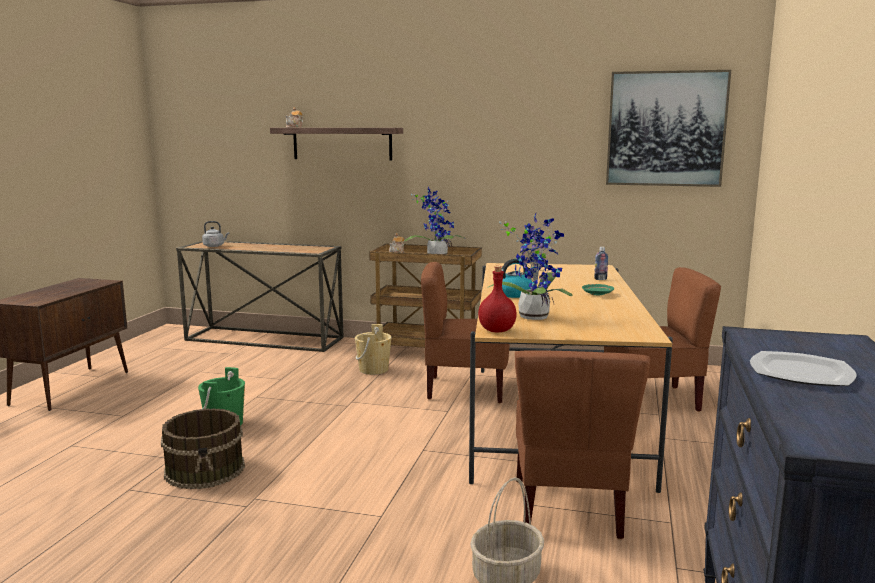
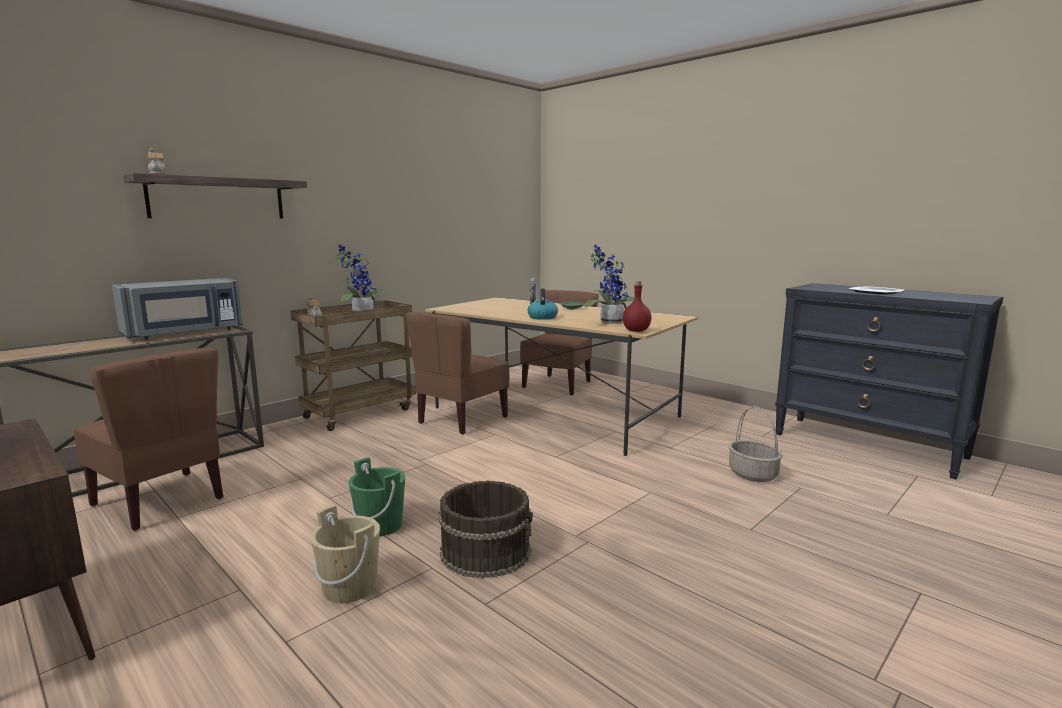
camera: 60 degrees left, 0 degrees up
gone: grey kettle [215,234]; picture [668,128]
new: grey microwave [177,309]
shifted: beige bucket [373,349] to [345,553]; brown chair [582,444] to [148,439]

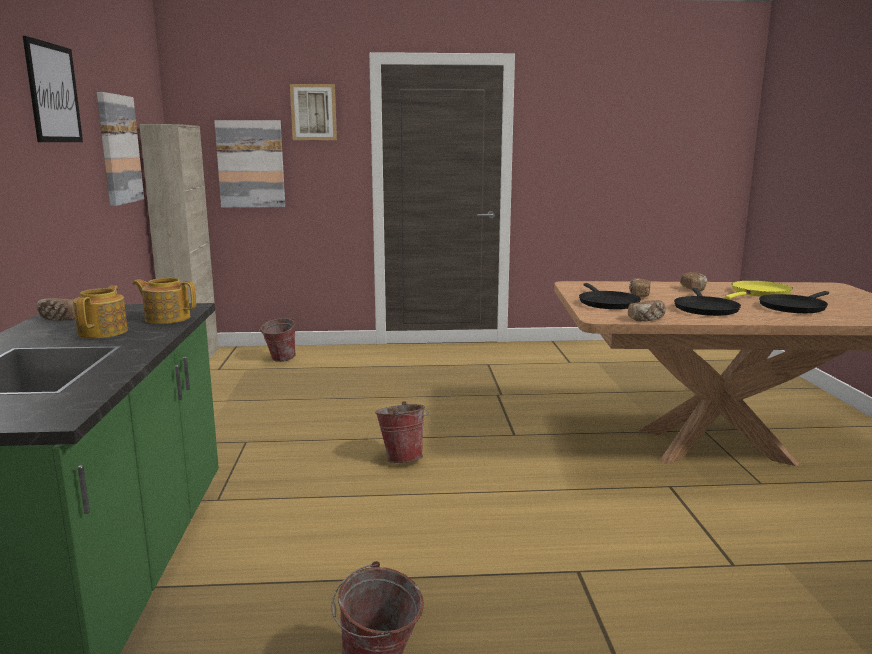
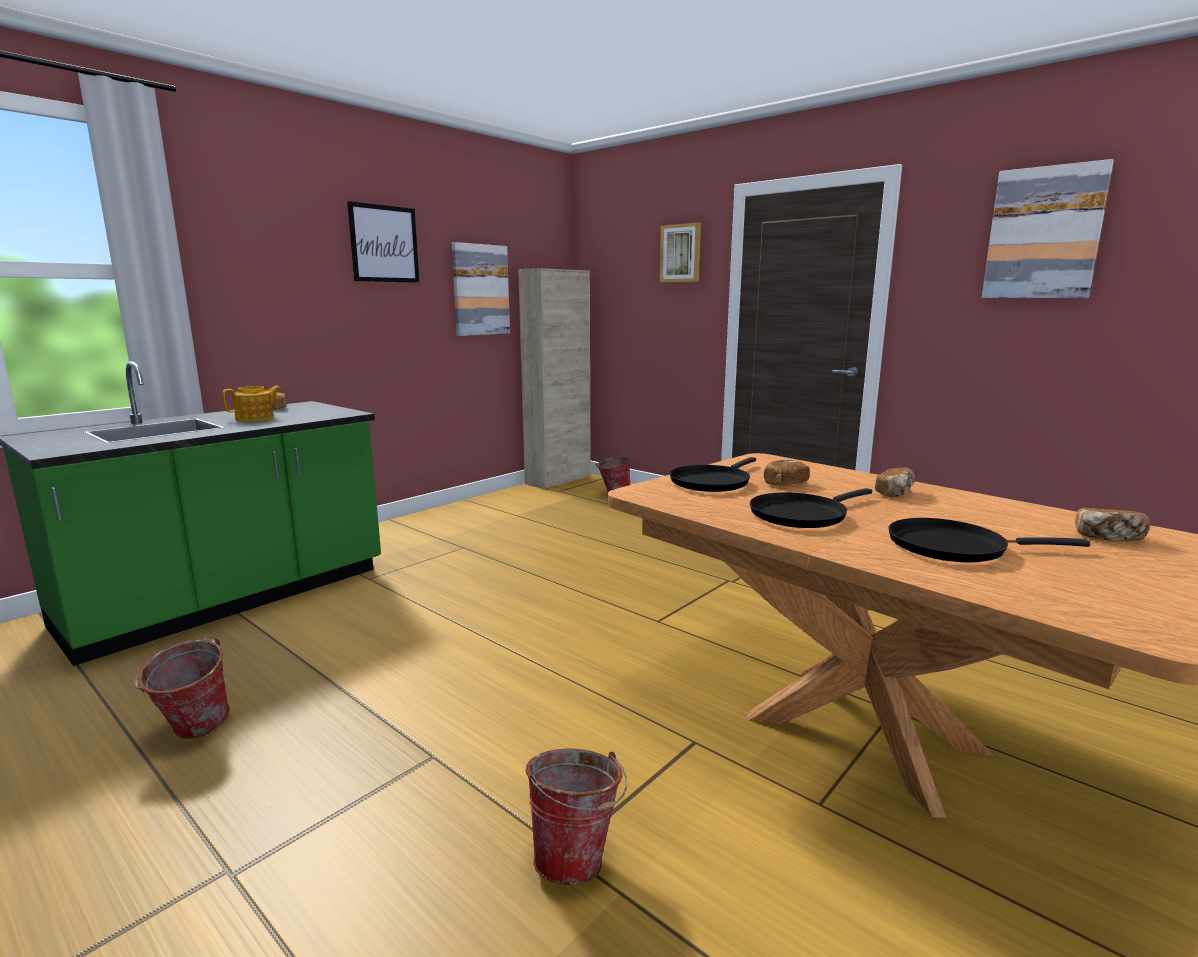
camera: 45 degrees right, 0 degrees up
gone: teapot [164,301]; yellow frying pan [759,290]
shifted: picture [249,164] to [1048,228]; bucket [402,432] to [576,816]; bread [646,311] to [1112,524]

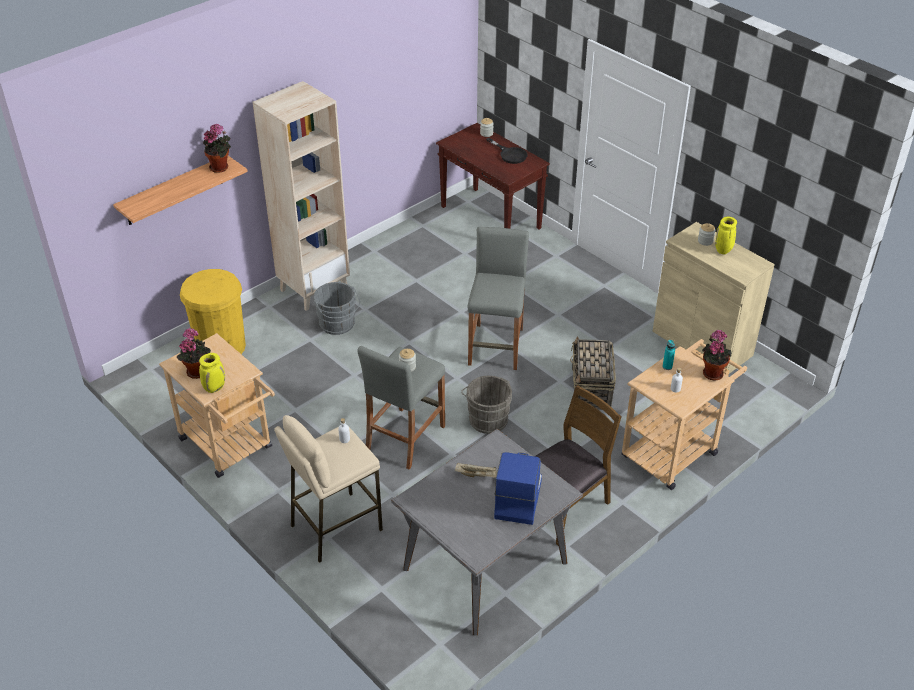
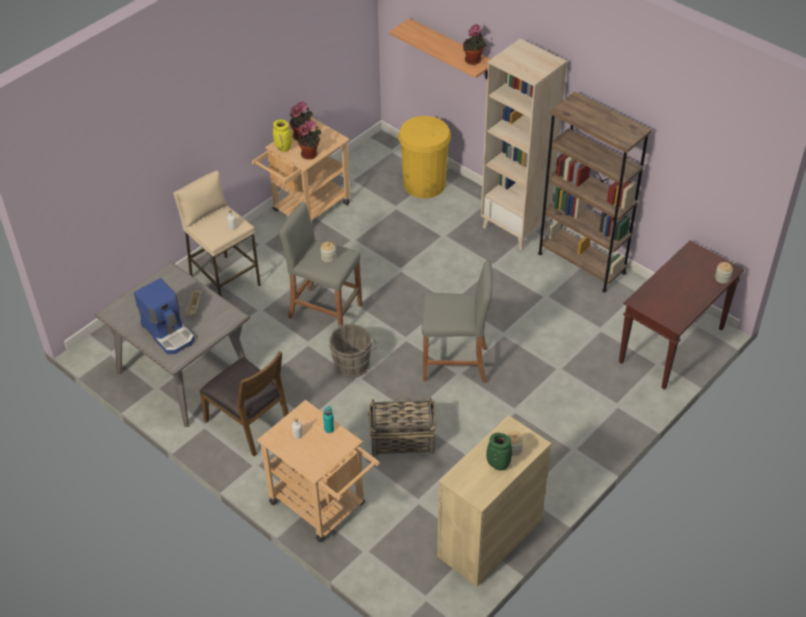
camera: 85 degrees right, 5 degrees up
gone: grey bucket [337,308]; black frying pan [507,151]
new: brown bookcase [595,192]
shifted: potted plant [717,355] to [309,140]
repainted: yellow vase [726,235] to green vase [499,452]
rotated: coffee machine [518,488] = [164,316] 45 degrees clockwise

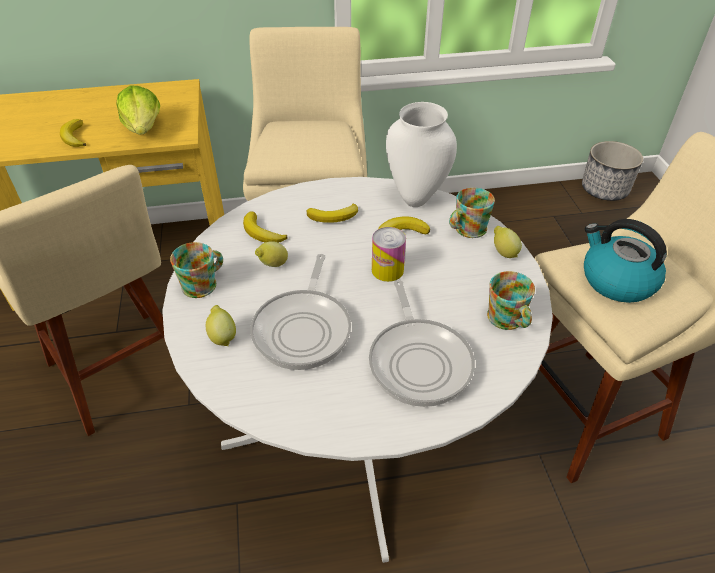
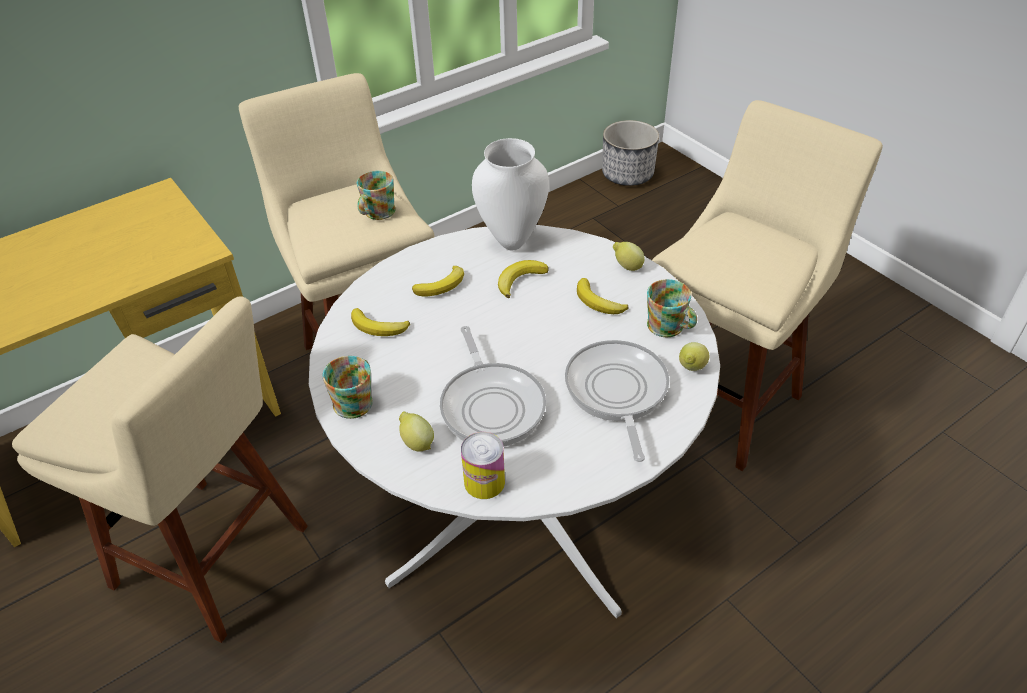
camera: 25 degrees left, 0 degrees up
gone: lettuce [138,110]; kettle [625,261]
shifted: banana [73,133] to [603,296]; lemon [271,254] to [694,356]; can [389,254] to [483,465]; mug [472,213] to [376,195]
rotated: frying pan [422,343] = [617,401] 150 degrees counterclockwise

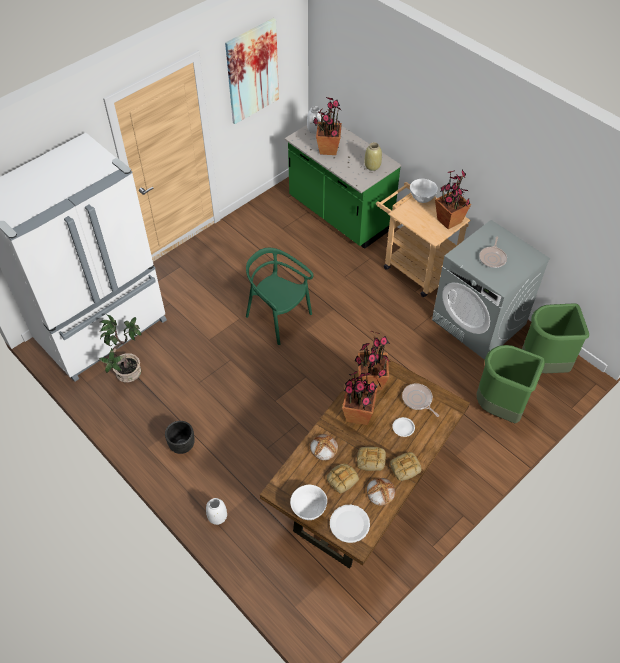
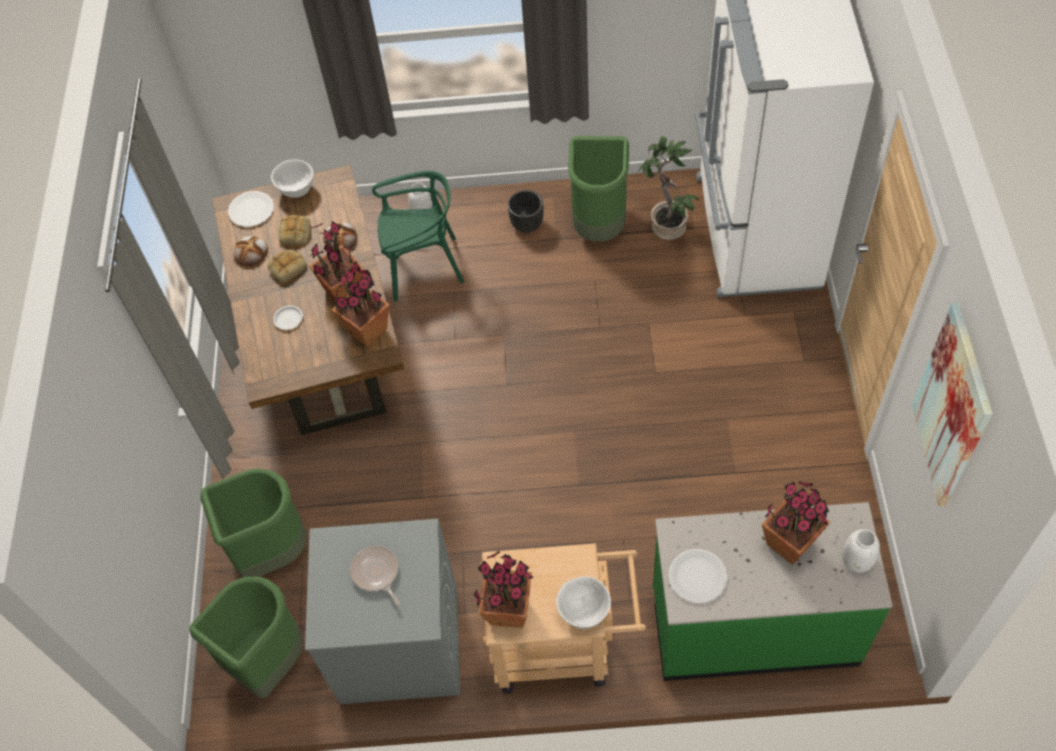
camera: 135 degrees right, 5 degrees up
gone: bread [406,466]; frying pan [420,400]
new: green trash can [598,189]
shifted: green chair [280,296] to [418,236]
swapped: beige vase [373,156] to white plate [698,576]

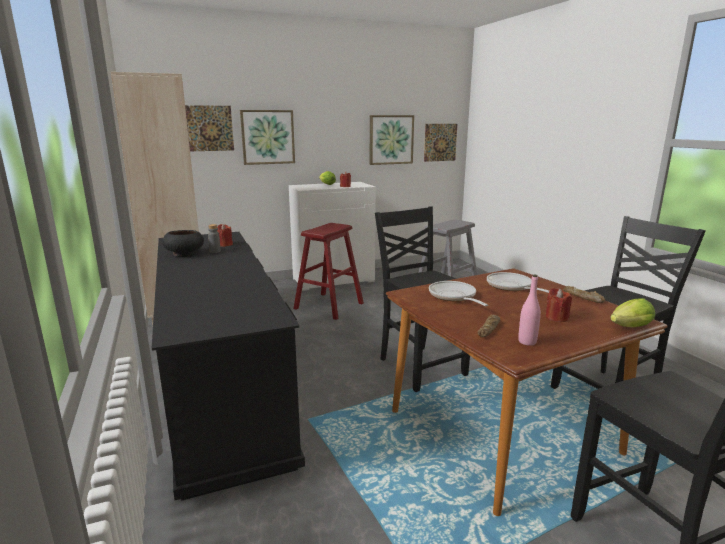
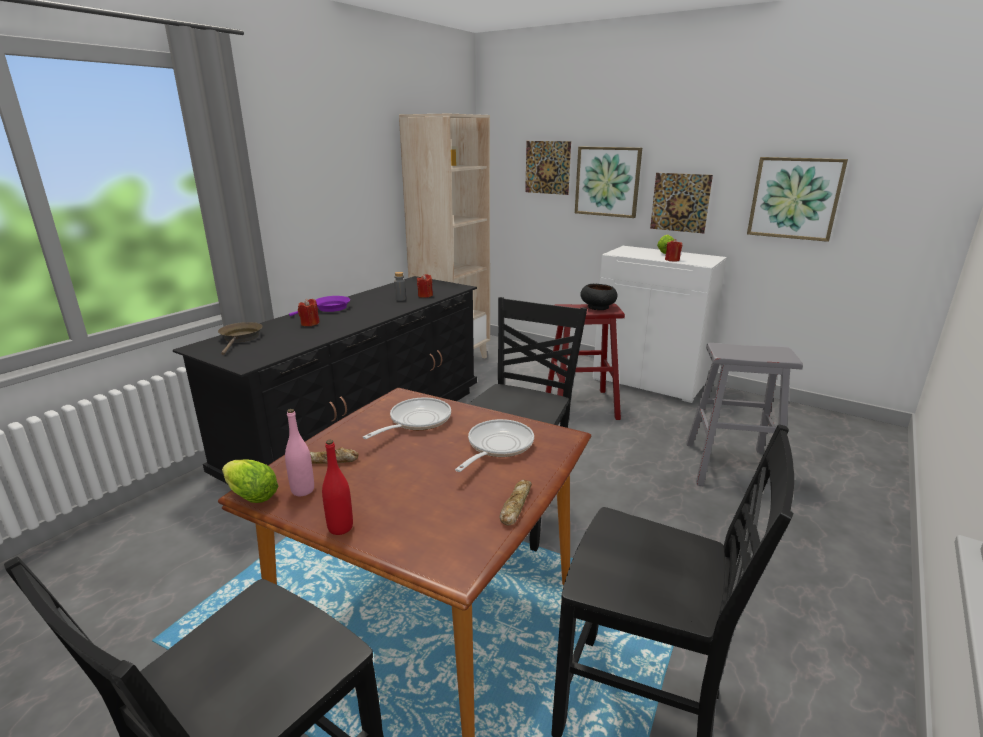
camera: 55 degrees right, 5 degrees up
new: brown frying pan [240,338]; purple frying pan [319,306]; red bottle [337,487]
shifted: black bowl [183,243] to [599,297]; picture [440,143] to [681,203]; red candle [559,305] to [309,312]; lettuce [632,312] to [250,481]

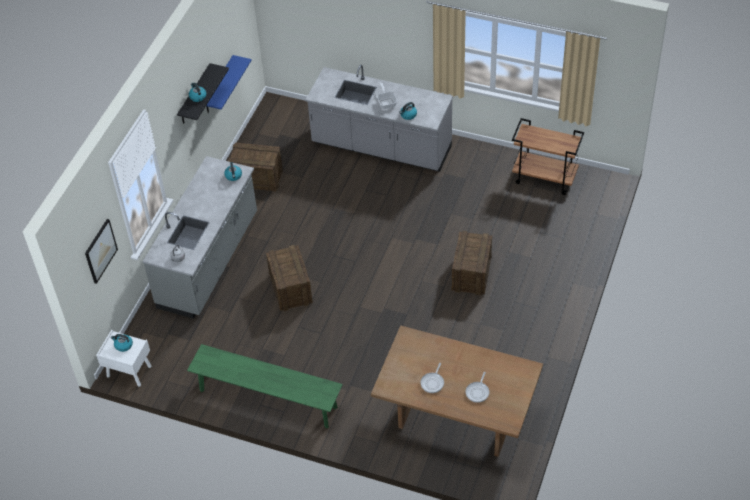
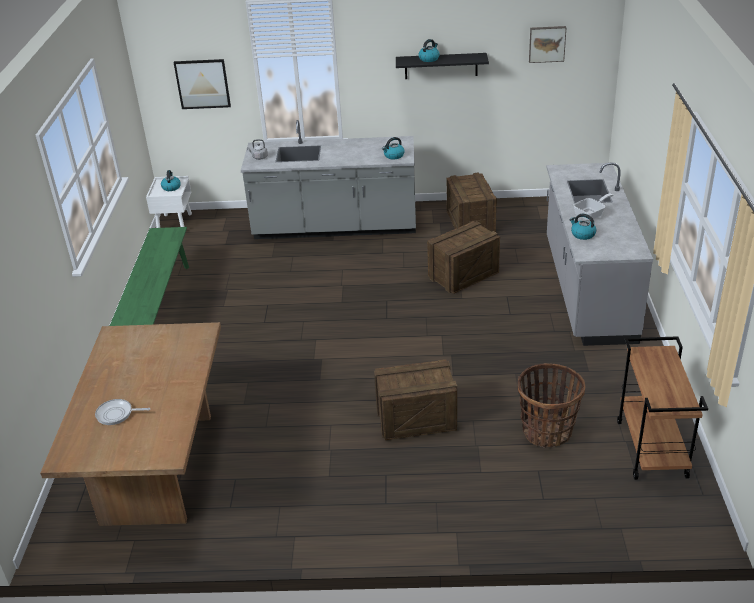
camera: 70 degrees right, 15 degrees down
gone: blue shelf [229,84]; frying pan [432,378]
new: basket [551,405]; picture [547,44]
shifted: crate [289,278] to [463,257]

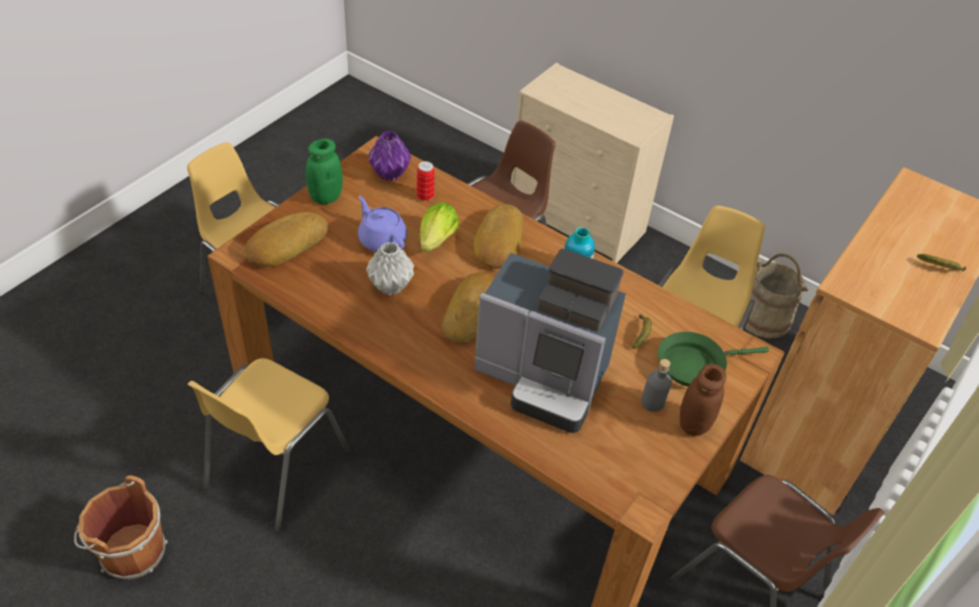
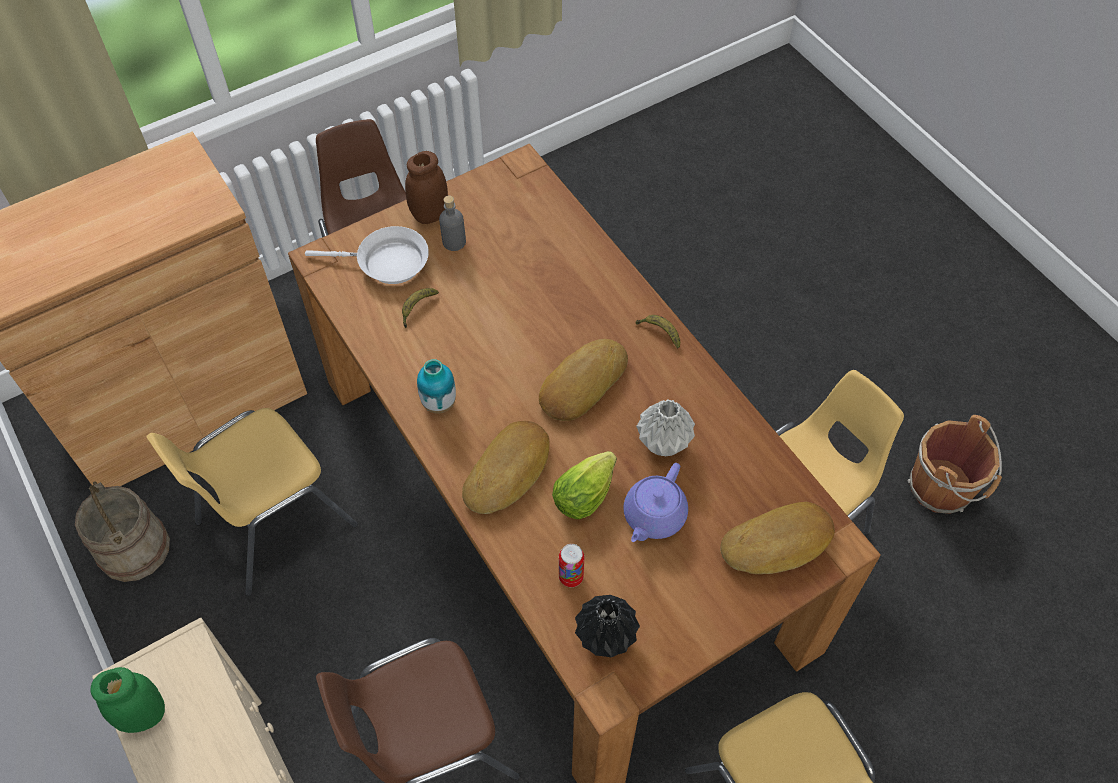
camera: 155 degrees left, 10 degrees up
gone: coffee machine [550,341]
shifted: green jar [324,171] to [128,700]; banana [941,262] to [657,332]
repainted: purple vase [389,156] to black vase [607,626]; green frying pan [713,359] to white frying pan [367,255]
rotated: purple teapot [382,224] = [655,502] 45 degrees clockwise

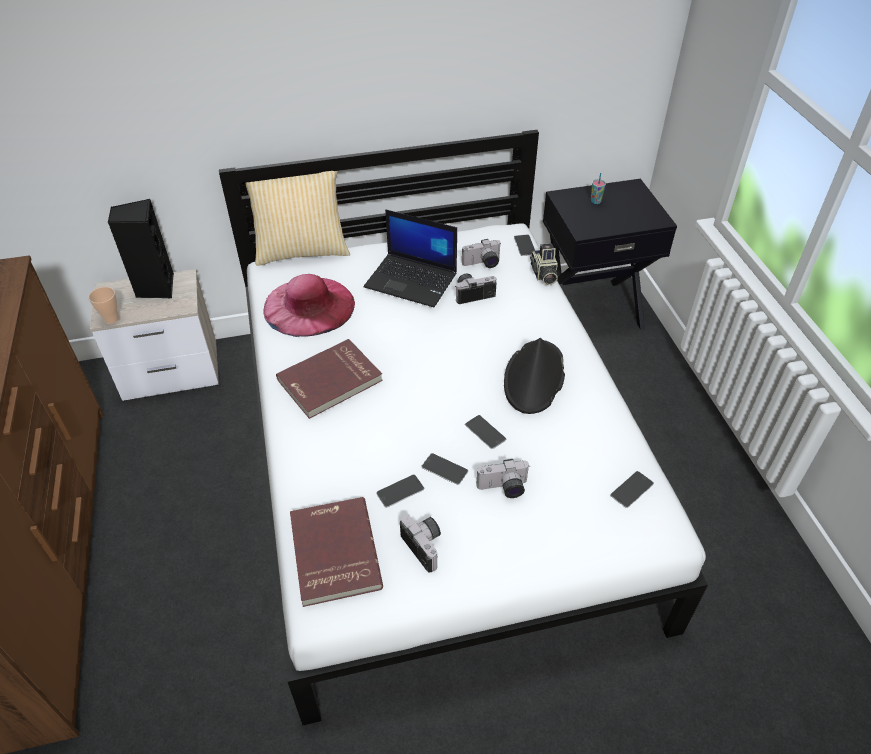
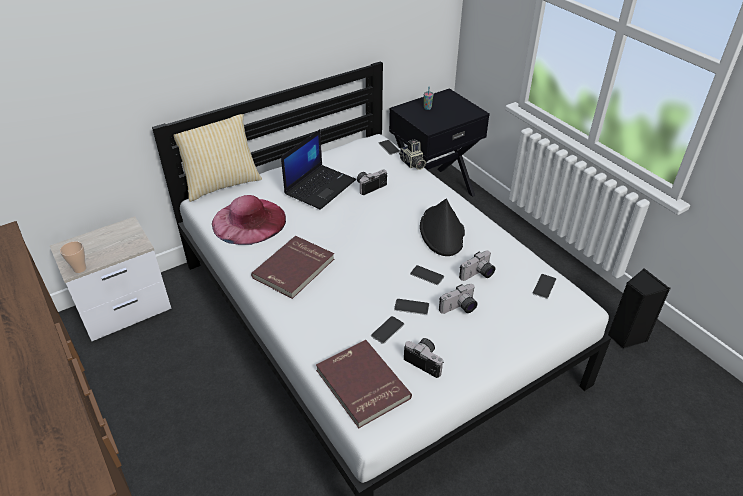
camera: 20 degrees left, 5 degrees down
shifted: black speaker [141,249] to [639,308]; photo camera [481,253] to [477,266]
rotated: laptop [410,258] = [318,169] 60 degrees counterclockwise

